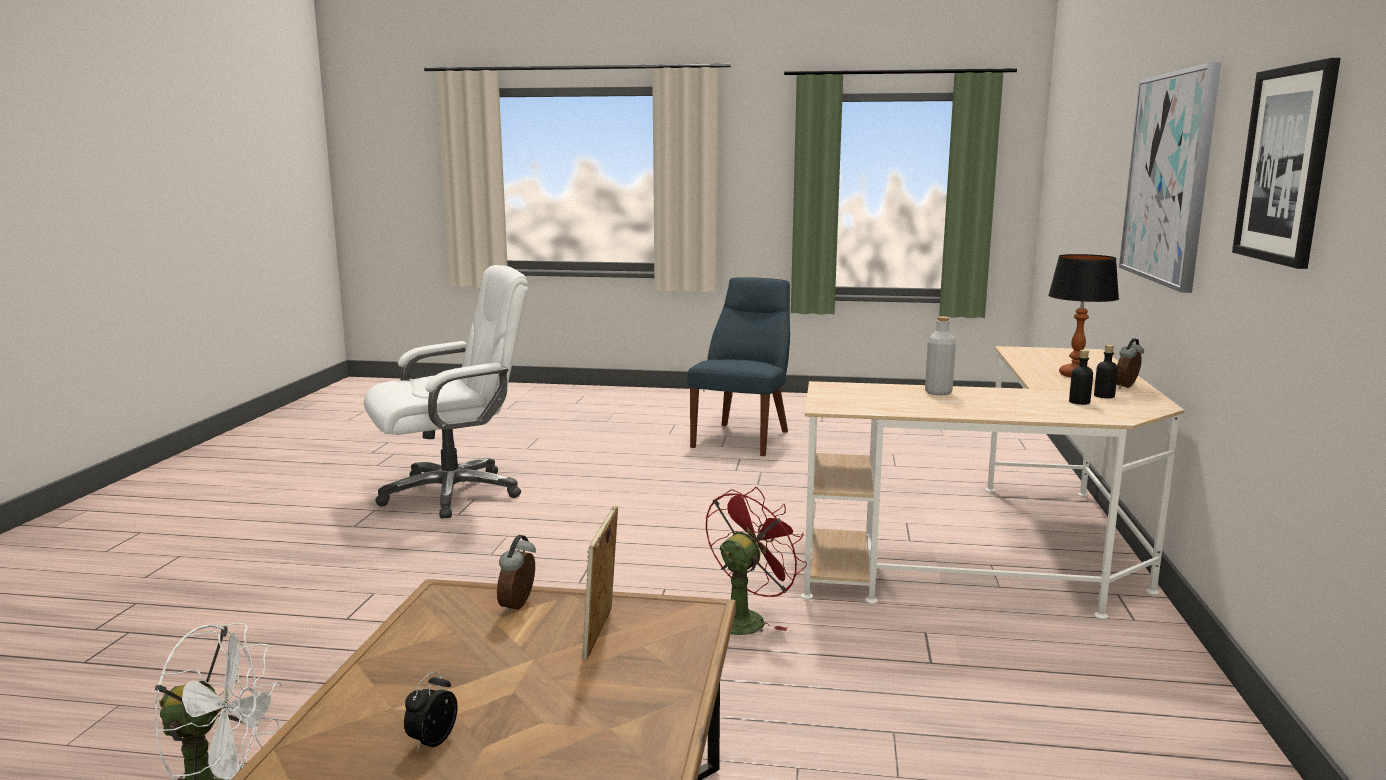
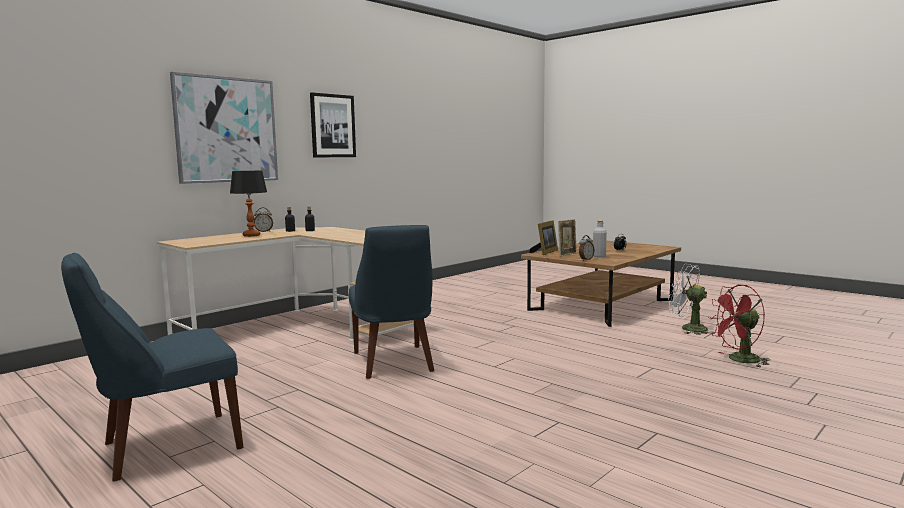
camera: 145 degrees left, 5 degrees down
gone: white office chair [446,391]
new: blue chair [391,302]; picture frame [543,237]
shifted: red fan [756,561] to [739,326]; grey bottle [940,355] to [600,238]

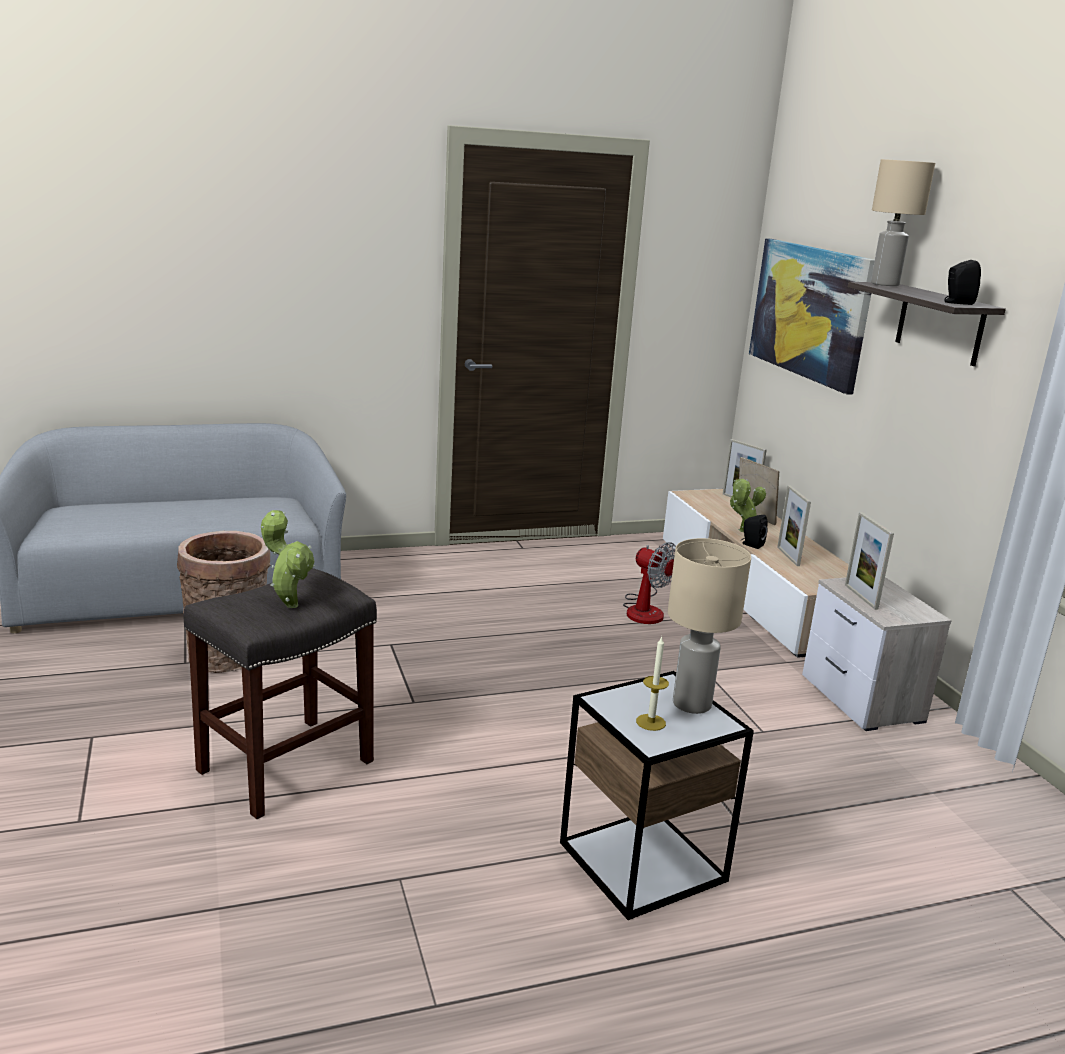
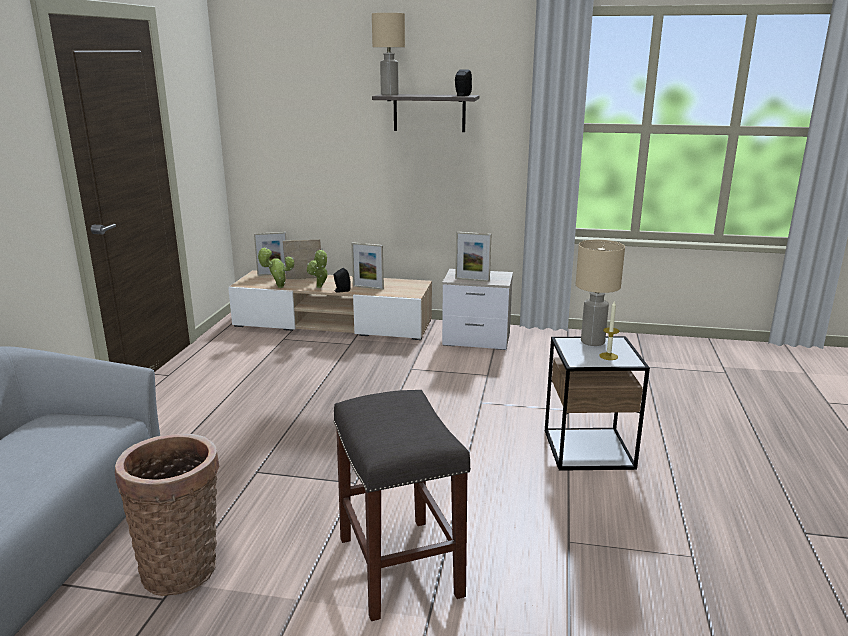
camera: 60 degrees left, 0 degrees up
gone: fan [649,583]; picture [812,316]
shifted: potted plant [288,559] to [275,268]

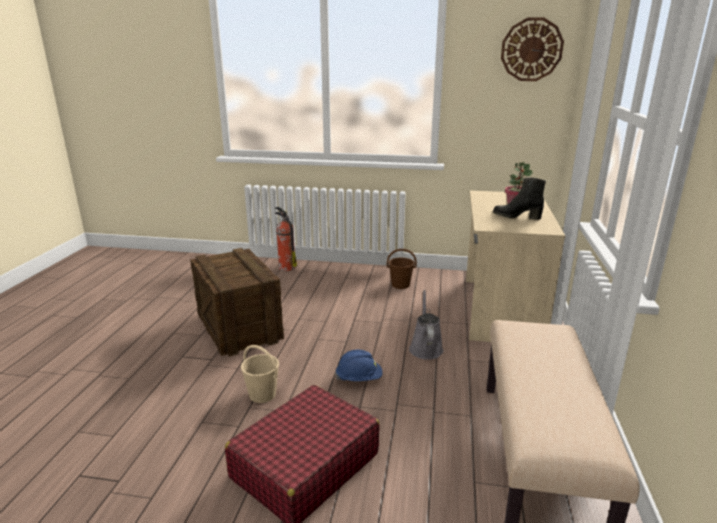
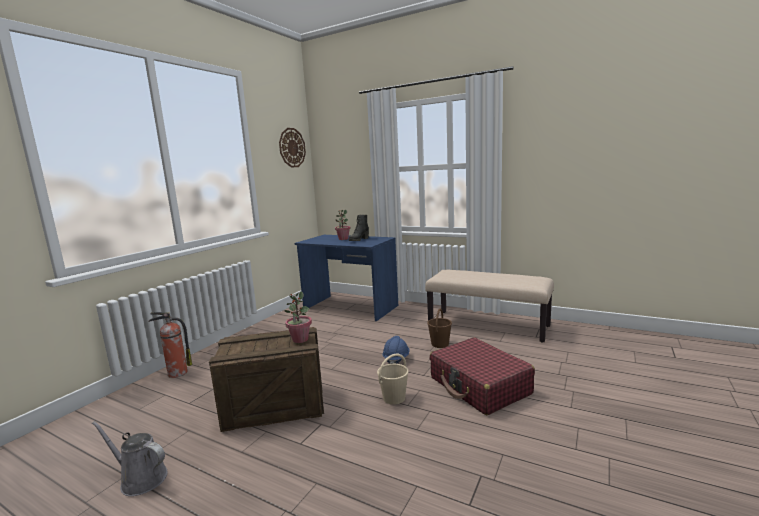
camera: 70 degrees left, 10 degrees down
new: potted plant [298,317]
shifted: brown bucket [402,269] to [439,328]; grey watering can [426,325] to [129,458]
repainted: beige desk [515,266] to blue desk [346,278]

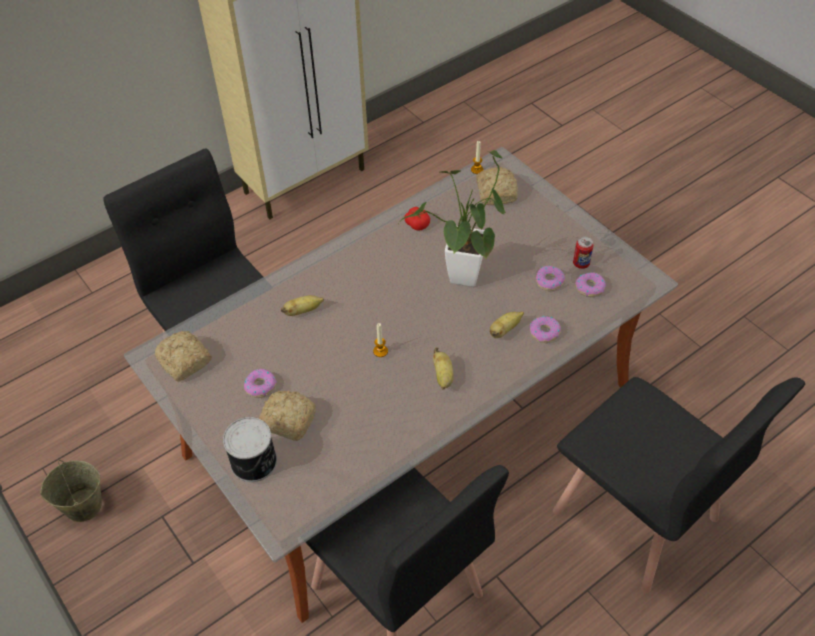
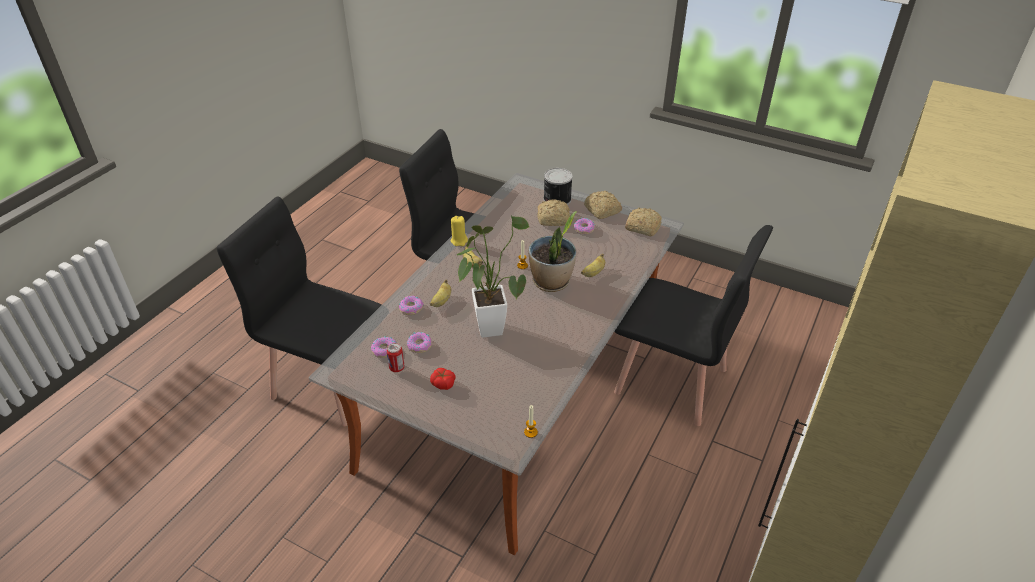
camera: 155 degrees right, 10 degrees down
gone: beige bucket [71,491]
new: yellow candle [459,231]; potted plant [552,251]
shifted: tomato [417,219] to [443,379]; bread [497,186] to [603,205]

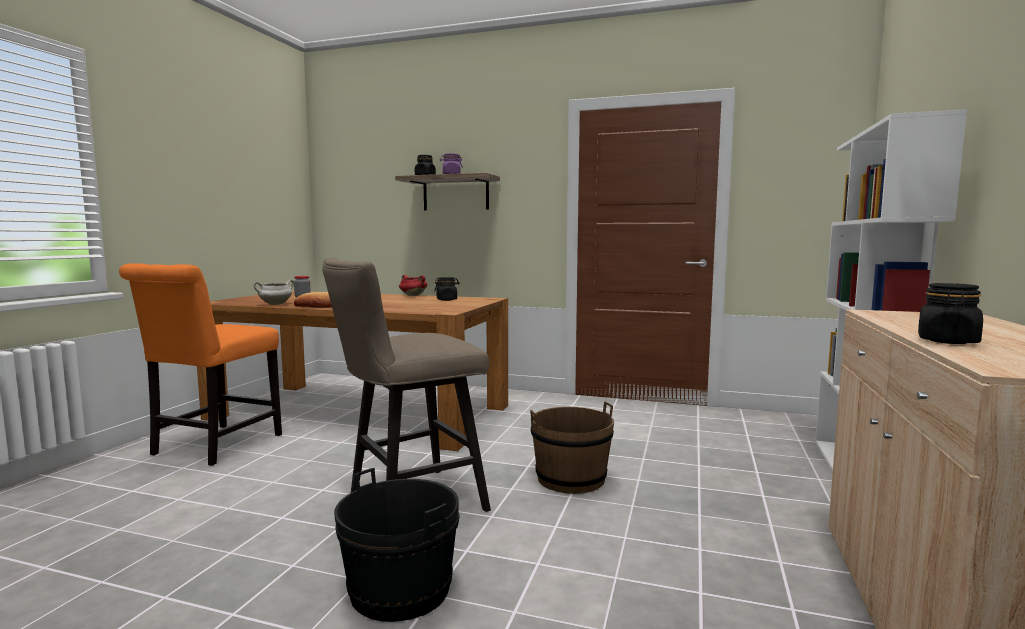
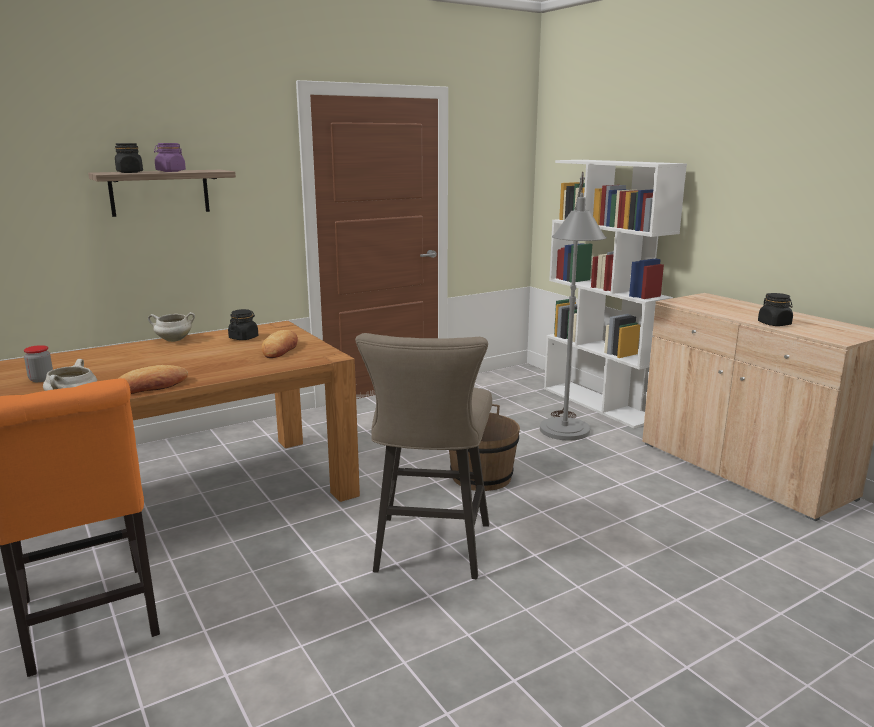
camera: 50 degrees left, 10 degrees up
gone: black bucket [397,545]
new: bread [280,344]; grey floor lamp [573,306]
repainted: red cooking pot [413,285] to white cooking pot [171,327]

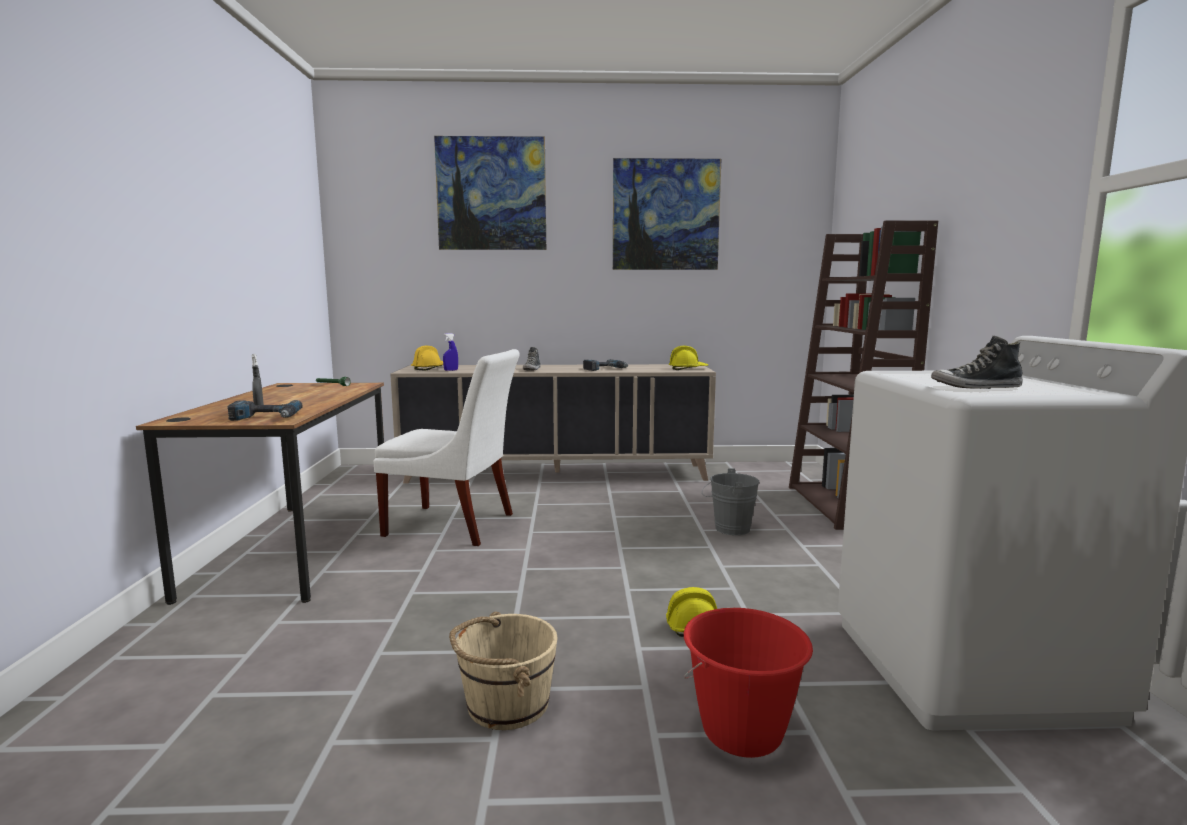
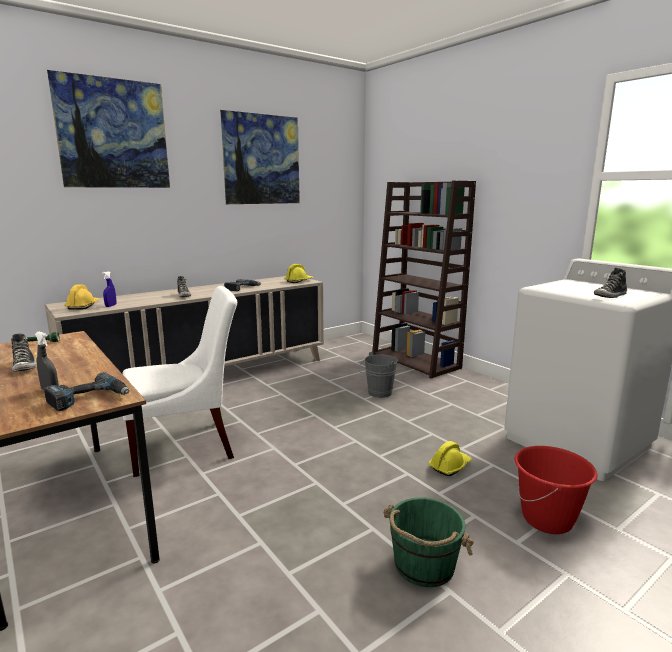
camera: 35 degrees left, 5 degrees up
new: shoe [23,352]
repainted: beige bucket [503,671] to green bucket [428,542]

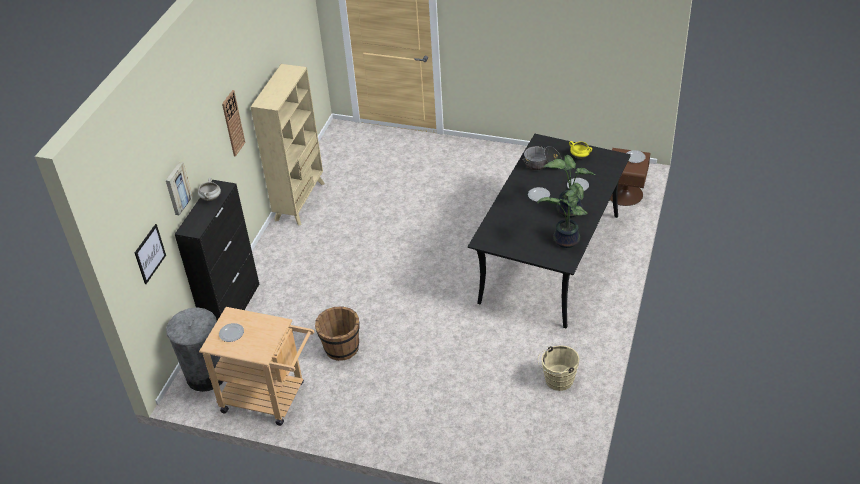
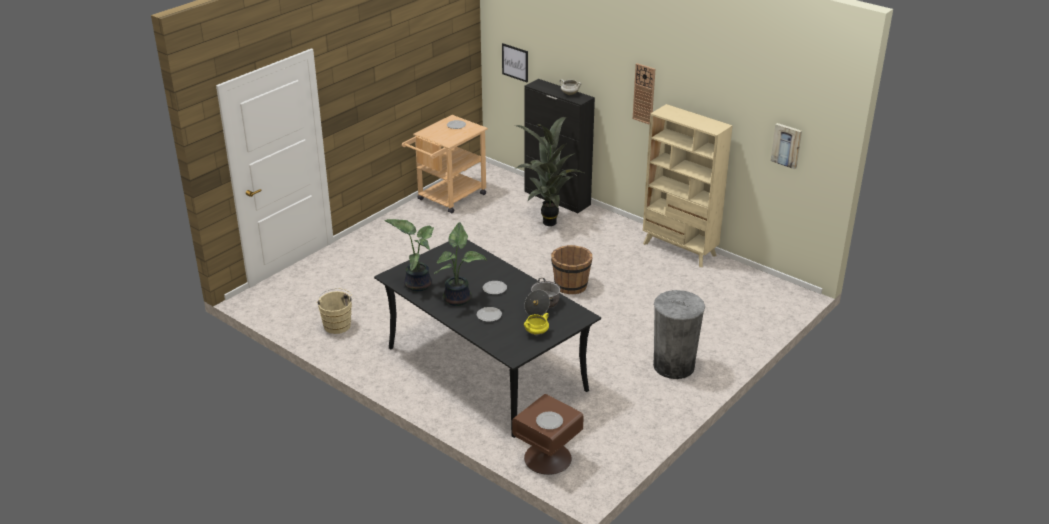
camera: 110 degrees right, 10 degrees down
new: potted plant [549,171]
shifted: picture [179,189] to [786,146]; grey trash can [195,349] to [679,334]; brown bucket [337,333] to [571,269]

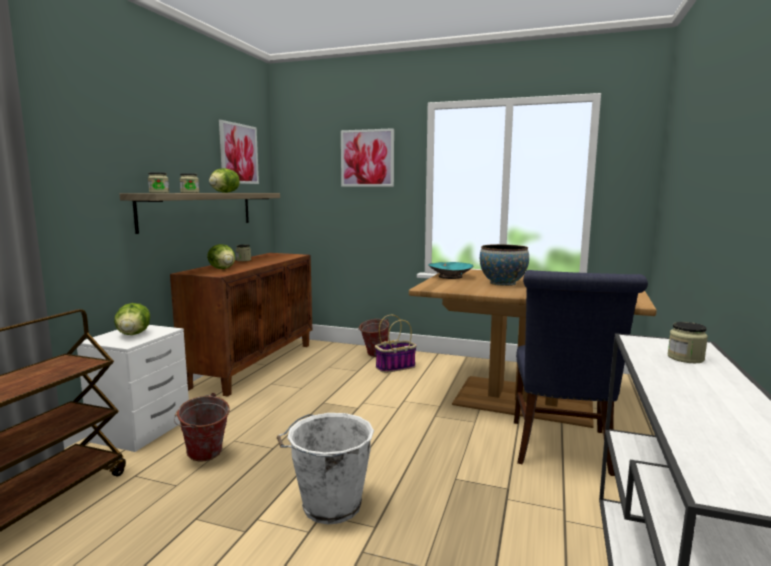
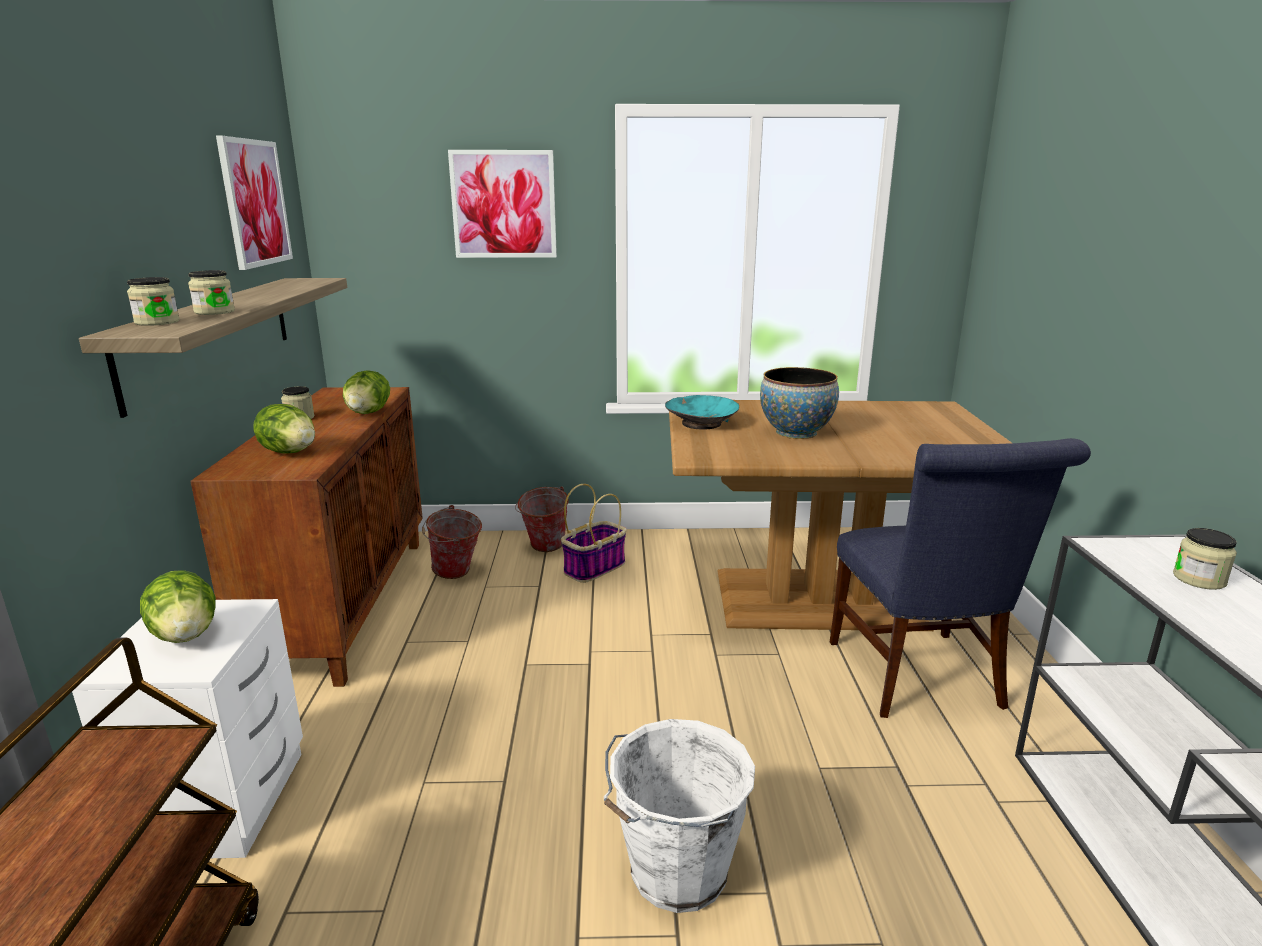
camera: 20 degrees left, 10 degrees up
shifted: bucket [202,427] to [452,542]; lettuce [224,180] to [366,392]

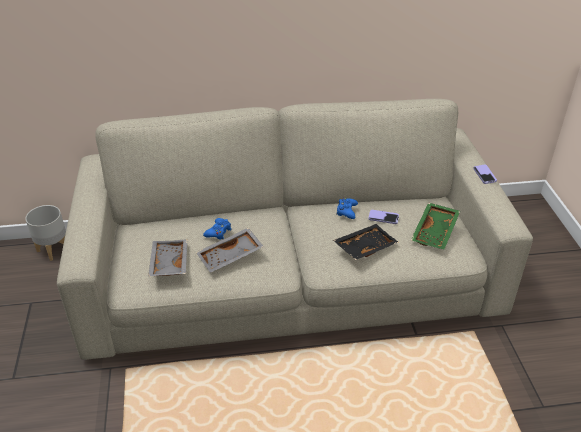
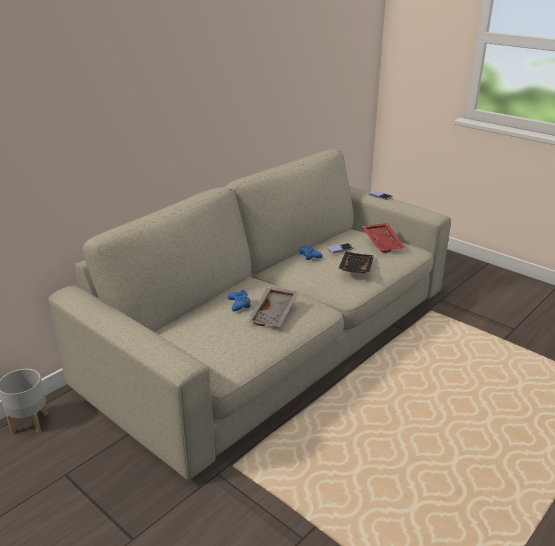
camera: 40 degrees left, 10 degrees down
gone: grey tray [168,257]
repainted: green tray [435,226] to red tray [384,238]

